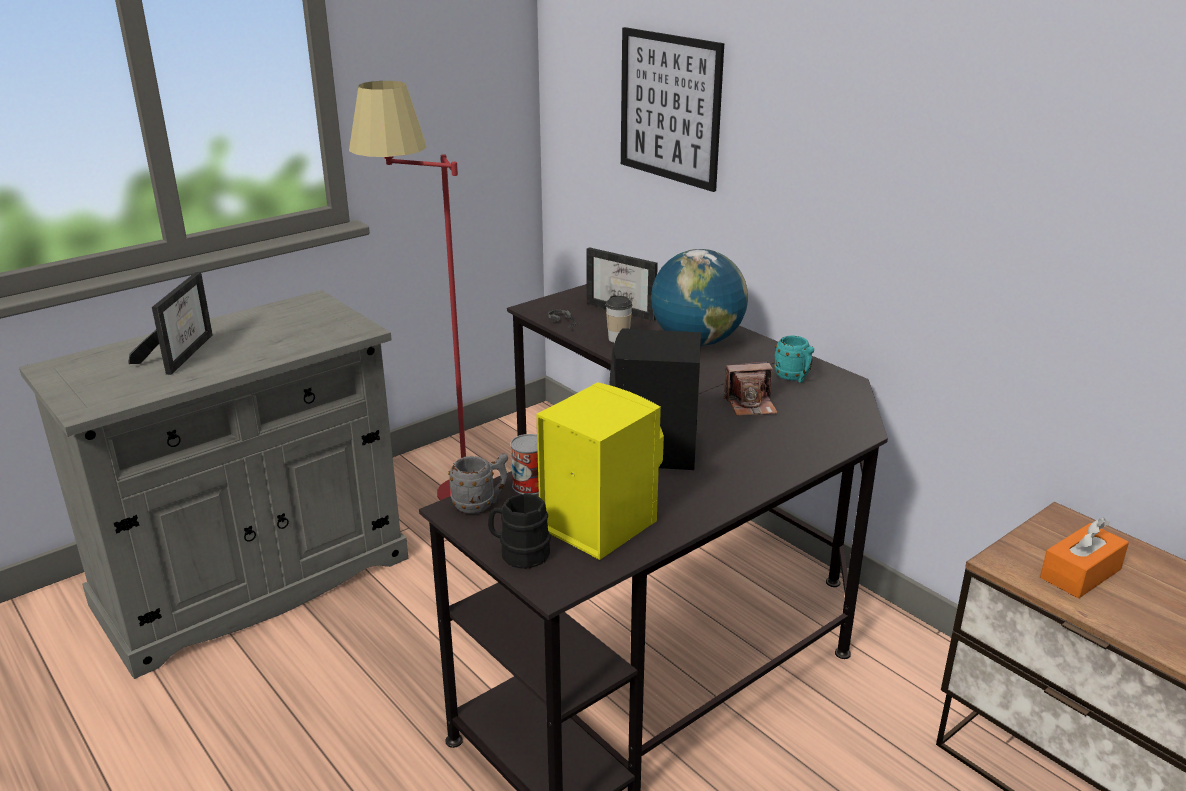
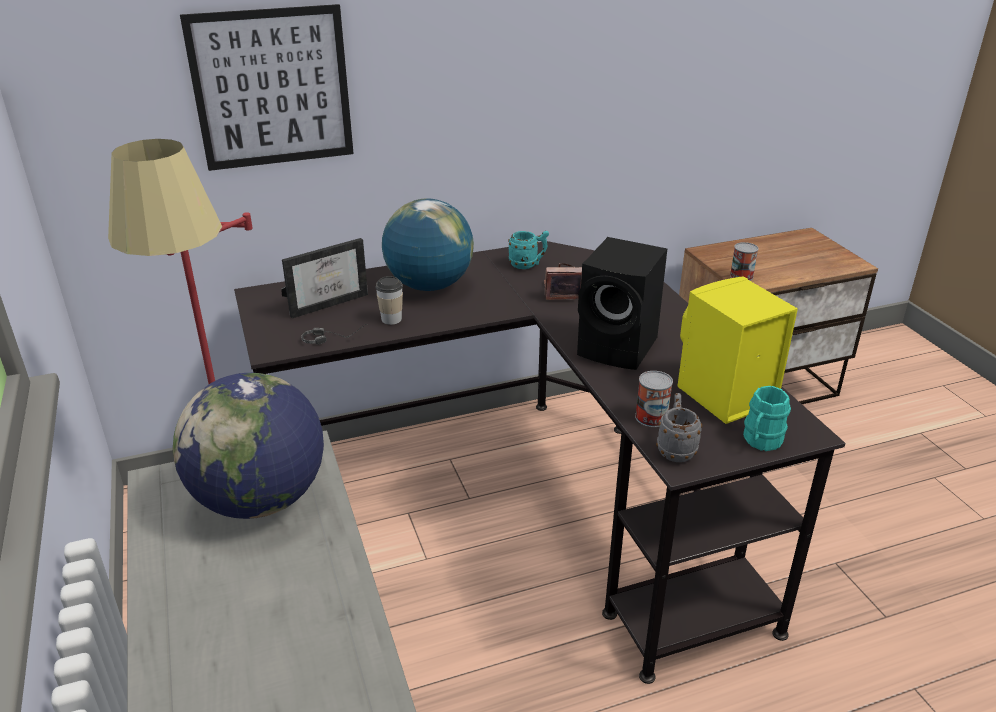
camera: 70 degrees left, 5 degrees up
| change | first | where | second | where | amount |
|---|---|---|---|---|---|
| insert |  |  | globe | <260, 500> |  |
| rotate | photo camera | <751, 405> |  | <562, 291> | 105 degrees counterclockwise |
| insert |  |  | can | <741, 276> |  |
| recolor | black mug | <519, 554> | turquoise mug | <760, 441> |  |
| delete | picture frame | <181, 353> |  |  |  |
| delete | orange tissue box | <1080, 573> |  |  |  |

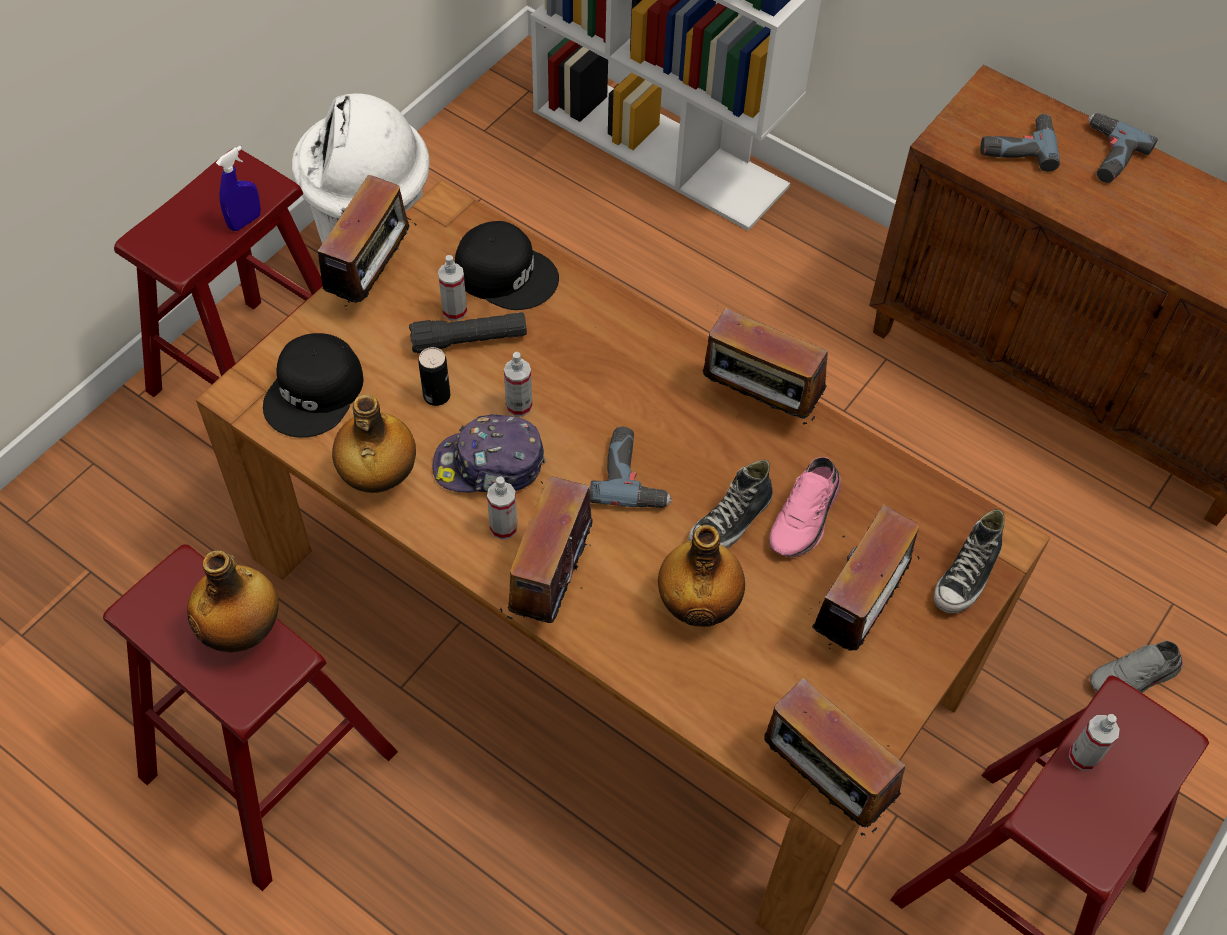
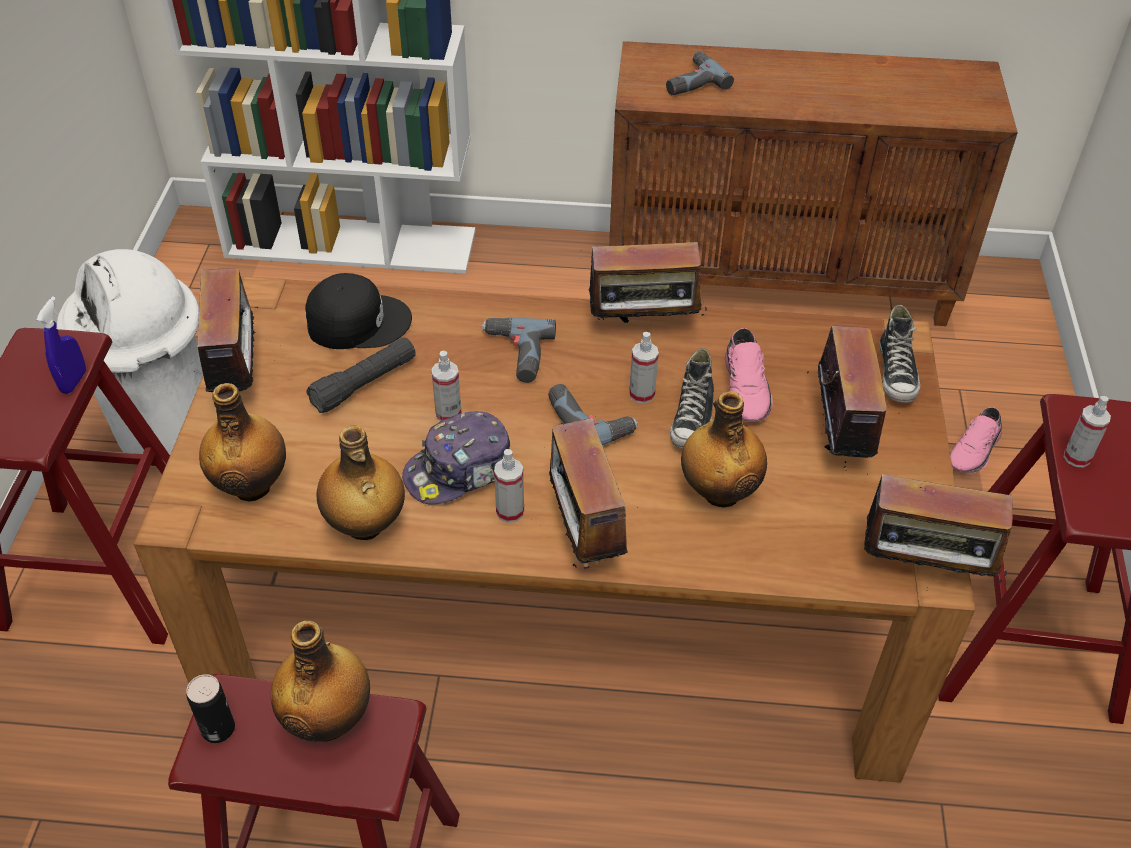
camera: 30 degrees left, 10 degrees down
| change | first | where | second | where | amount |
|---|---|---|---|---|---|
| move | can | <436, 395> |  | <218, 729> |  |
| replace | black cap | <315, 392> | bottle | <252, 485> |  |
| move | power drill | <1106, 154> |  | <515, 355> |  |
| move | spray bottle | <454, 311> |  | <642, 394> |  |
| recolor | grey shoe | <1134, 678> | pink shoe | <975, 451> |  |

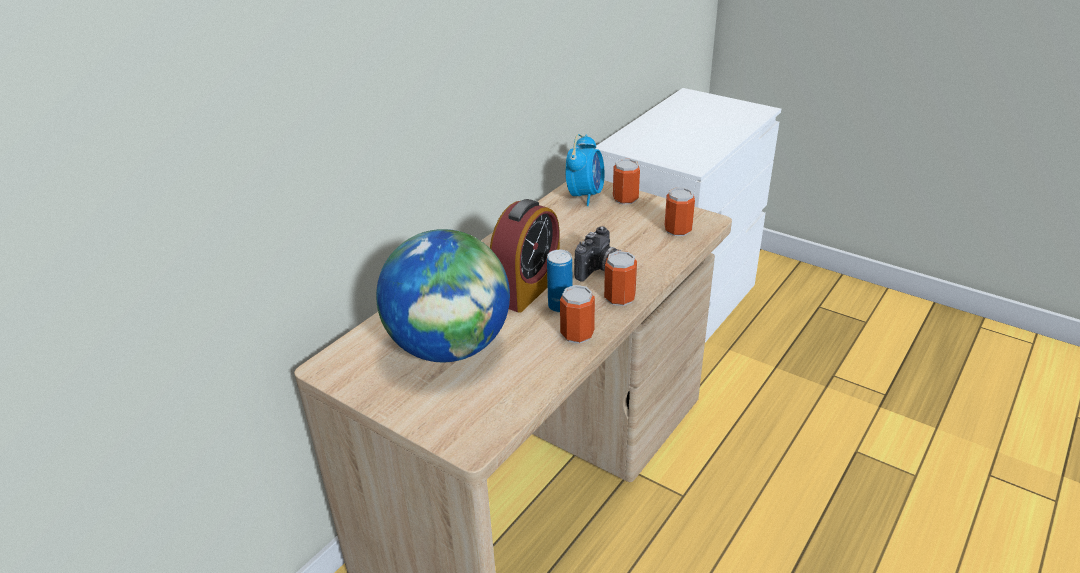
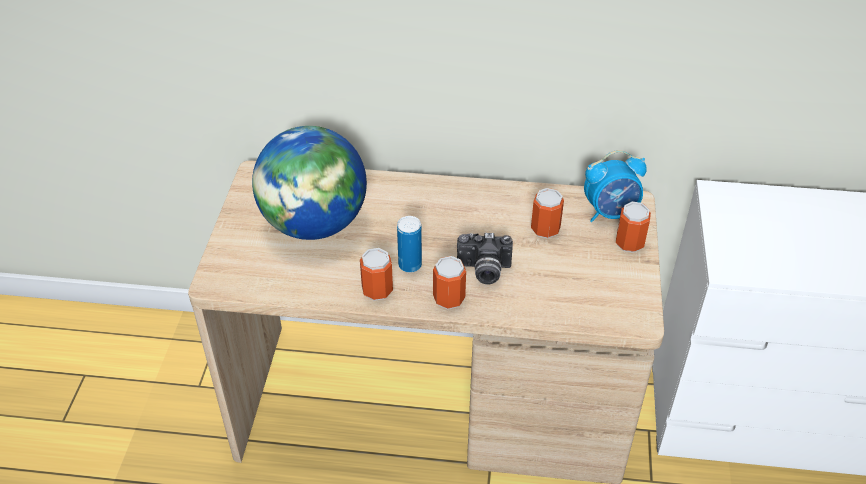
camera: 60 degrees right, 10 degrees up
| change | first | where | second | where | amount |
|---|---|---|---|---|---|
| move | can | <678, 230> |  | <545, 229> |  |
| delete | alarm clock | <527, 288> |  |  |  |

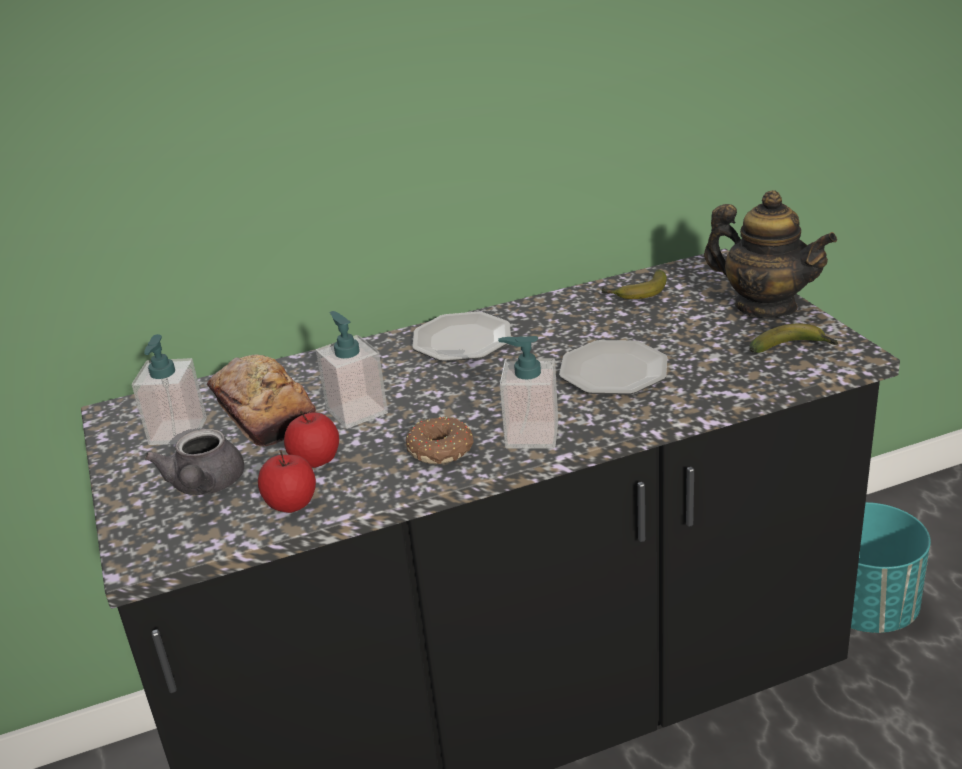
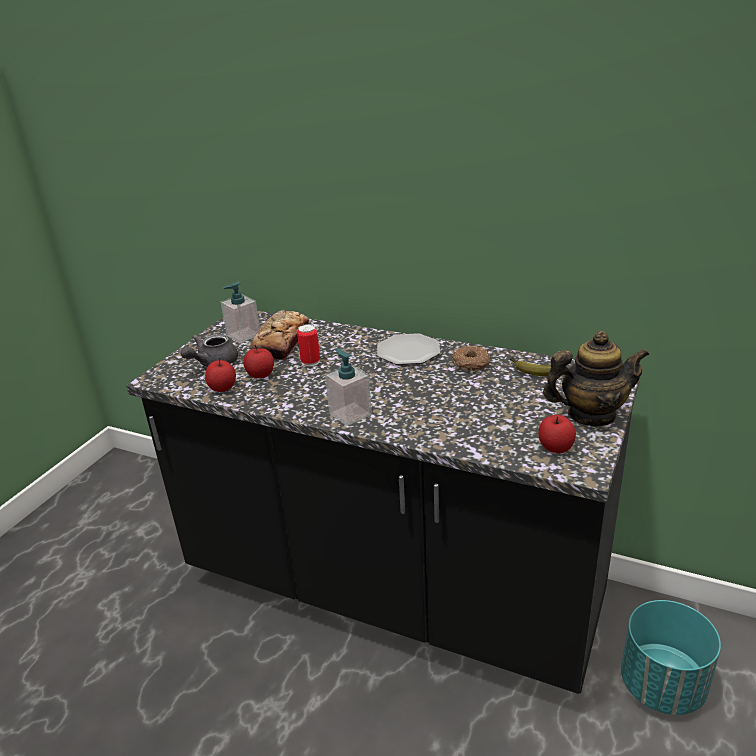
camera: 45 degrees right, 0 degrees up
| change | first | where | second | where | amount |
|---|---|---|---|---|---|
| replace | soap dispenser | <356, 411> | can | <310, 362> |  |
| move | donut | <441, 450> |  | <471, 364> |  |
| replace | banana | <793, 349> | apple | <555, 447> |  |
| rotate | teapot | <765, 306> |  | <591, 415> | 90 degrees counterclockwise |
| delete | plate | <612, 371> |  |  |  |

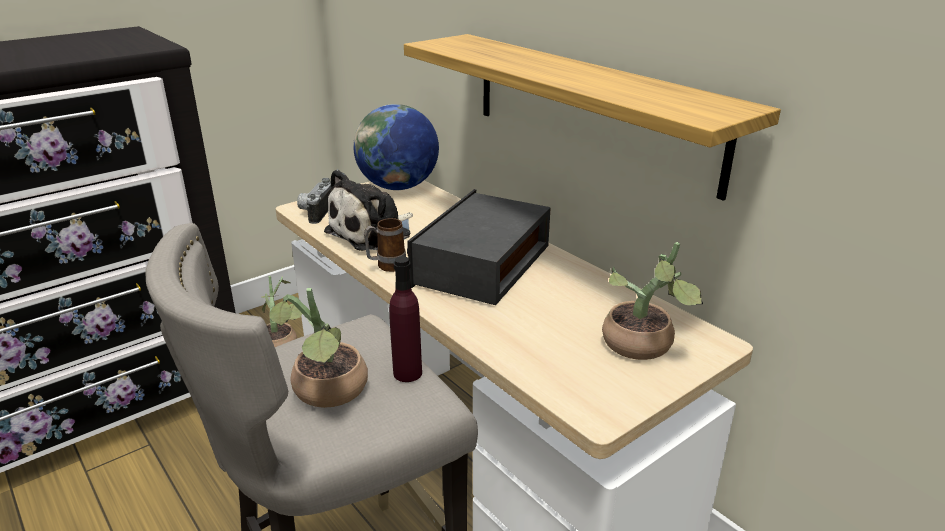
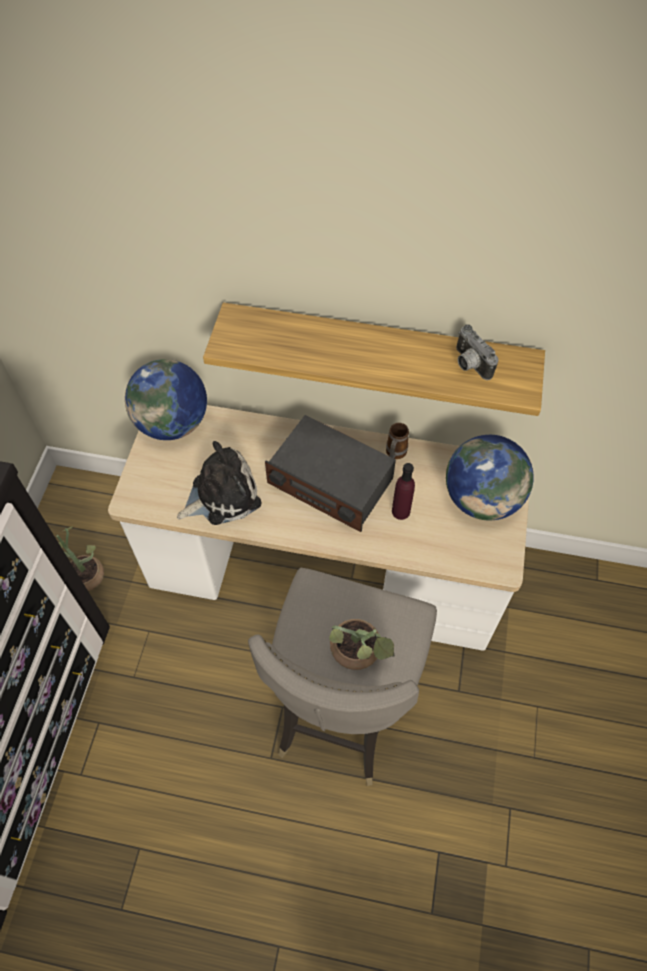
camera: 40 degrees left, 30 degrees up
| change | first | where | second | where | amount |
|---|---|---|---|---|---|
| rotate | plush toy | <373, 233> |  | <221, 495> | 120 degrees counterclockwise |
| rotate | radio | <481, 265> |  | <330, 482> | 45 degrees counterclockwise |
| move | mug | <386, 267> |  | <394, 454> |  |
| move | purple bottle | <407, 373> |  | <400, 511> |  |
| replace | potted plant | <642, 348> | globe | <482, 499> |  |
| move | photo camera | <315, 213> |  | <469, 364> |  |

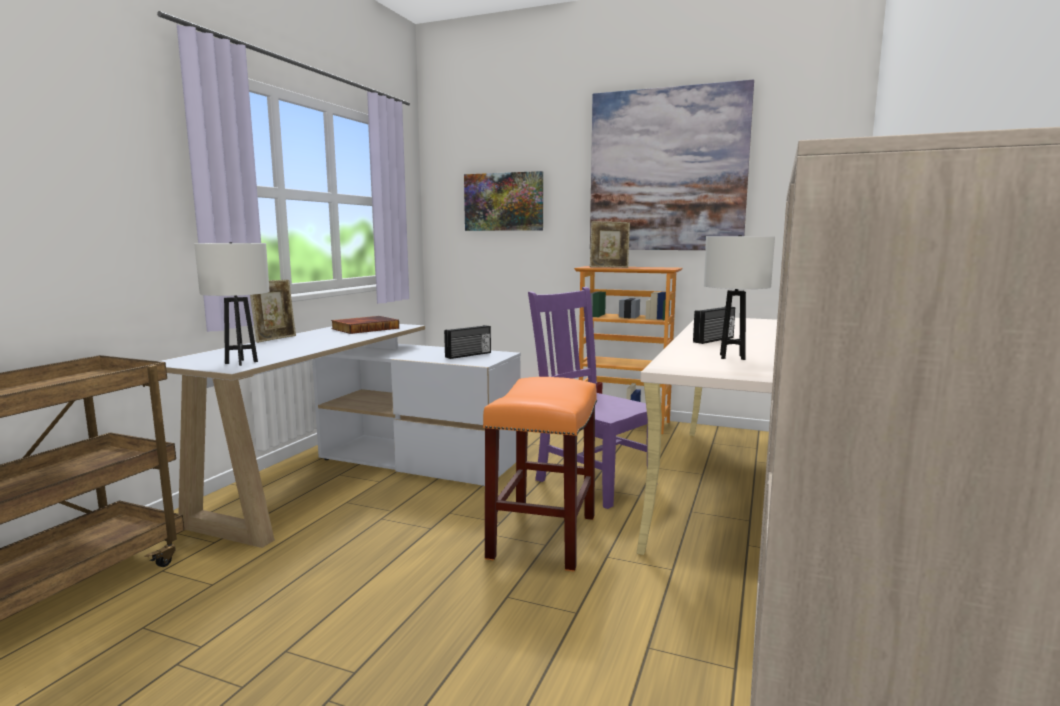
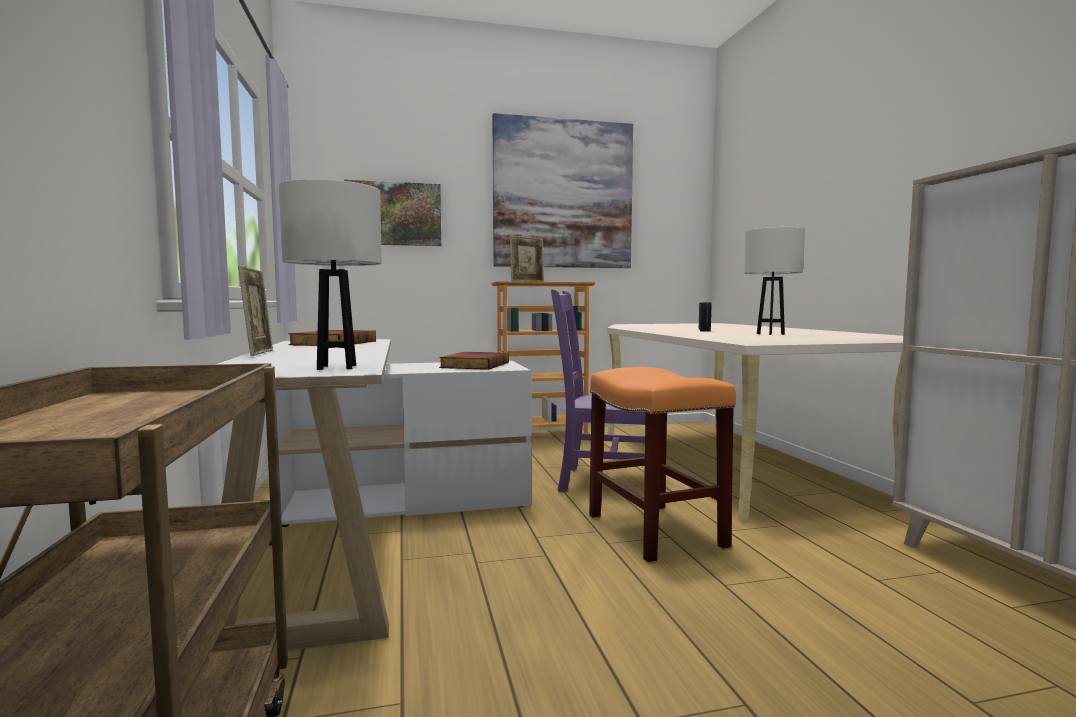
camera: 35 degrees left, 5 degrees down
| change | first | where | second | where | amount |
|---|---|---|---|---|---|
| replace | radio | <469, 355> | book | <474, 365> |  |

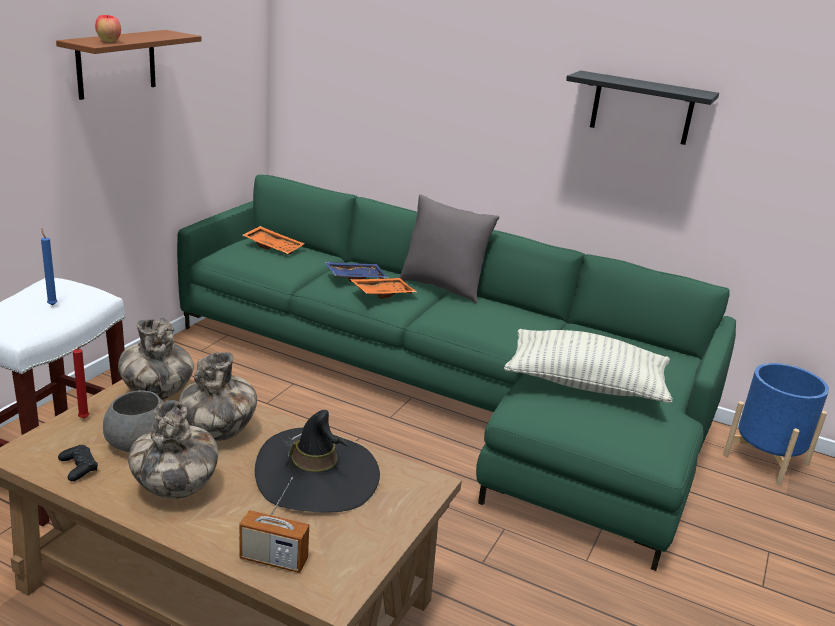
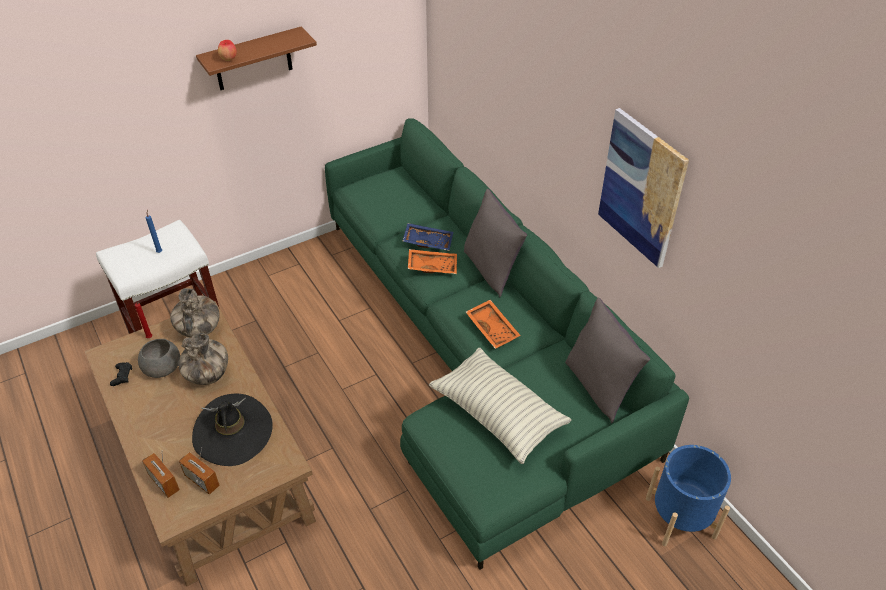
camera: 35 degrees right, 20 degrees up
| change | first | where | second | where | amount |
|---|---|---|---|---|---|
| insert |  |  | radio | <202, 480> |  |
| move | orange tray | <274, 247> |  | <493, 328> |  |
| insert |  |  | grey pillow | <599, 386> |  |
| replace | black shelf | <642, 108> | picture | <641, 188> |  |
| delete | vase | <176, 489> |  |  |  |

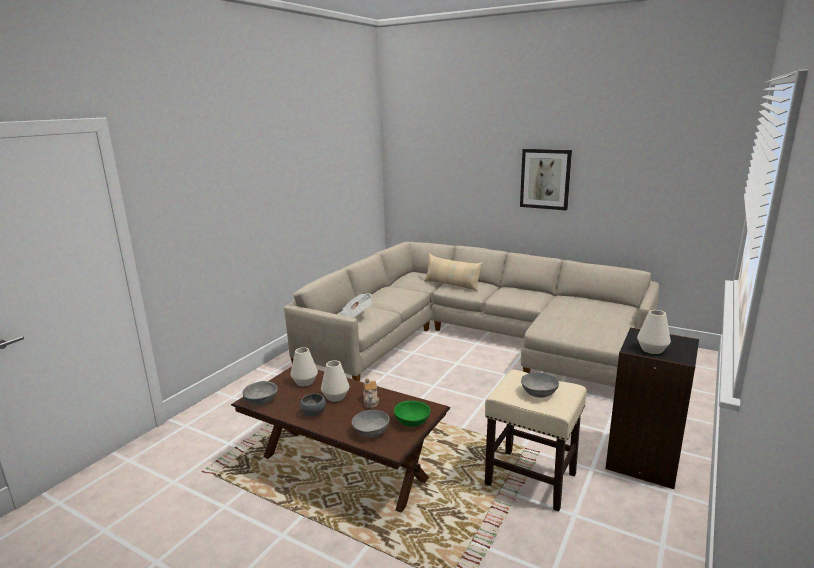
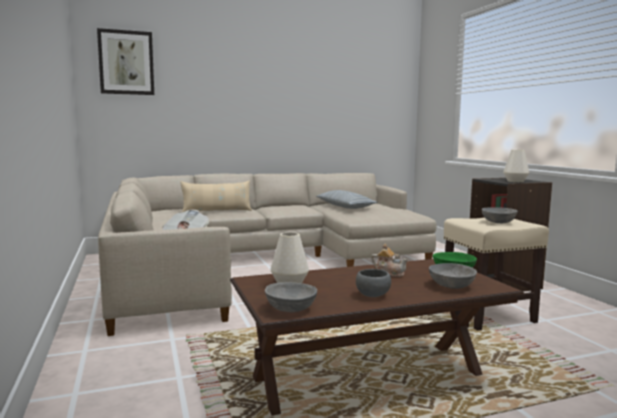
camera: 50 degrees left, 10 degrees down
| change | first | where | second | where | amount |
|---|---|---|---|---|---|
| move | picture | <545, 179> |  | <126, 62> |  |
| insert |  |  | pillow | <345, 206> |  |
| delete | white vase | <335, 397> |  |  |  |

